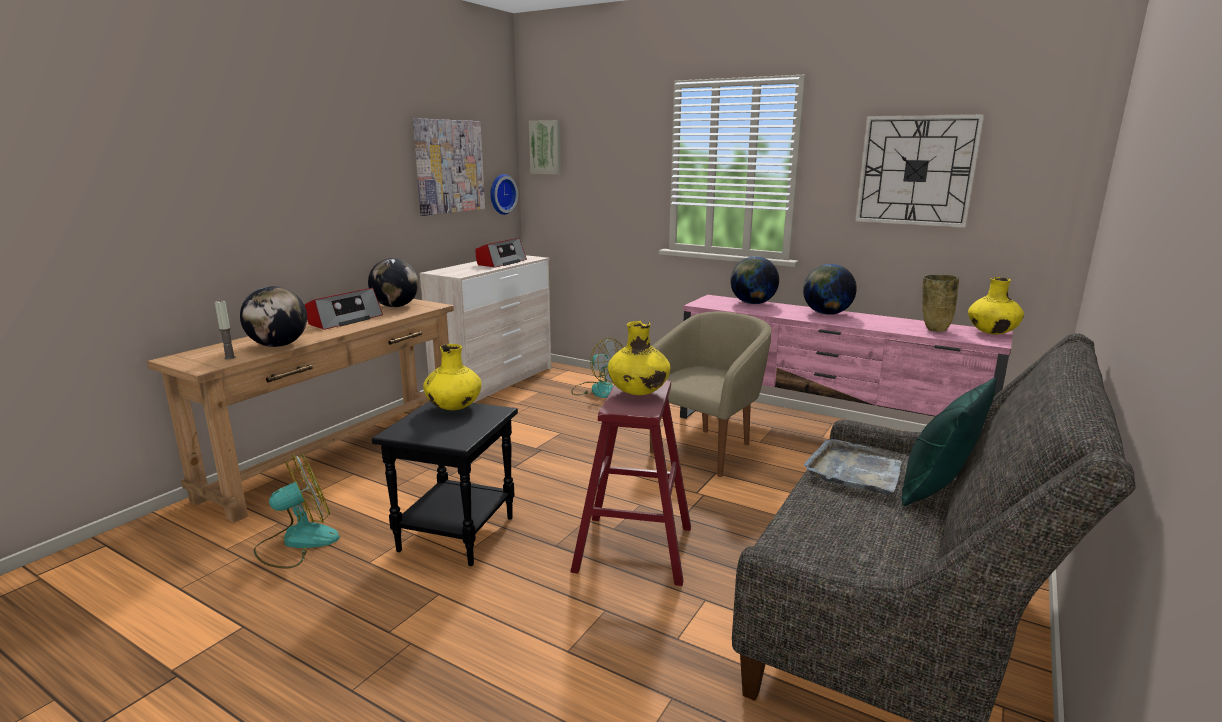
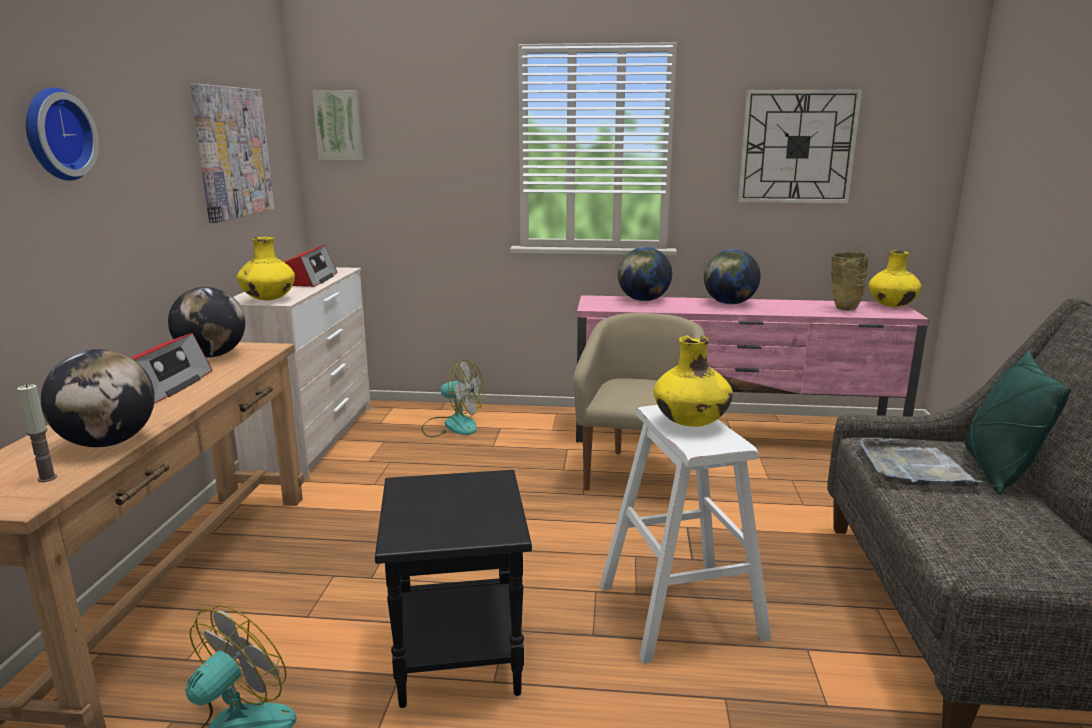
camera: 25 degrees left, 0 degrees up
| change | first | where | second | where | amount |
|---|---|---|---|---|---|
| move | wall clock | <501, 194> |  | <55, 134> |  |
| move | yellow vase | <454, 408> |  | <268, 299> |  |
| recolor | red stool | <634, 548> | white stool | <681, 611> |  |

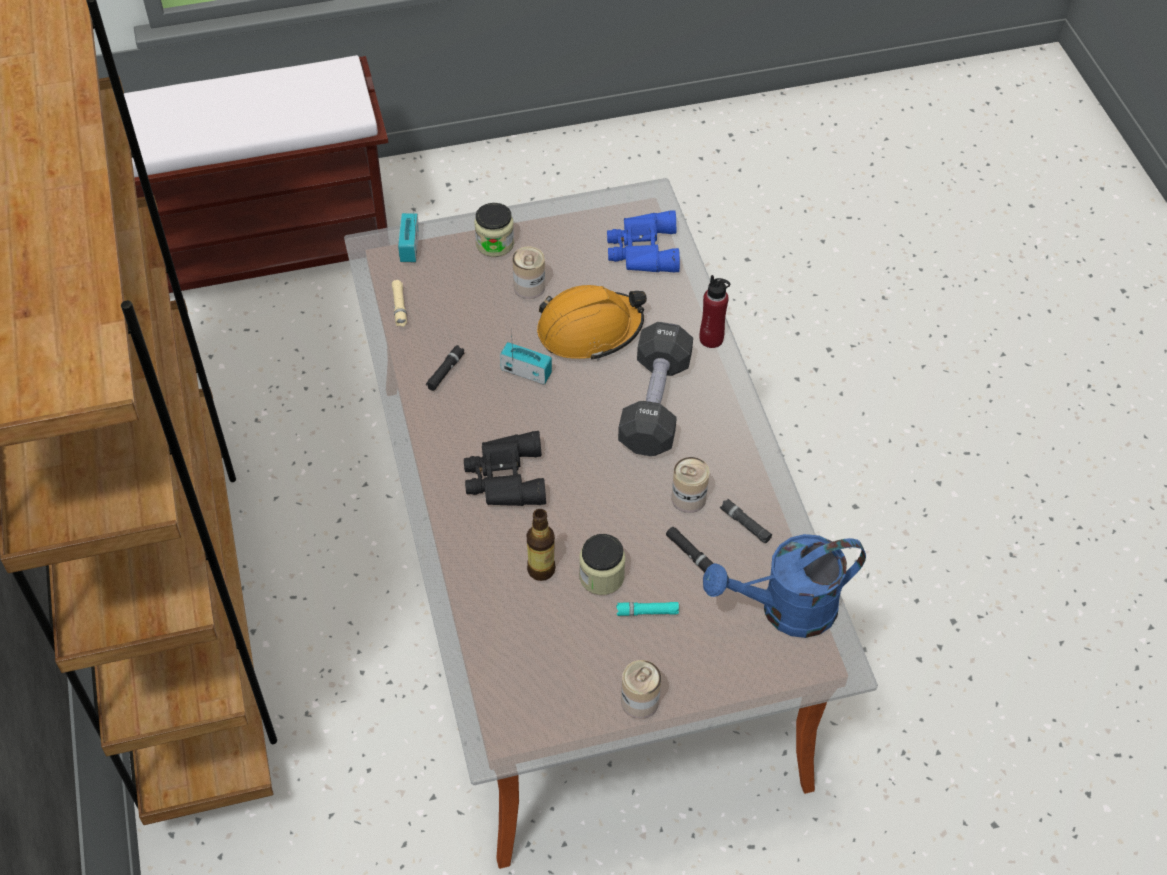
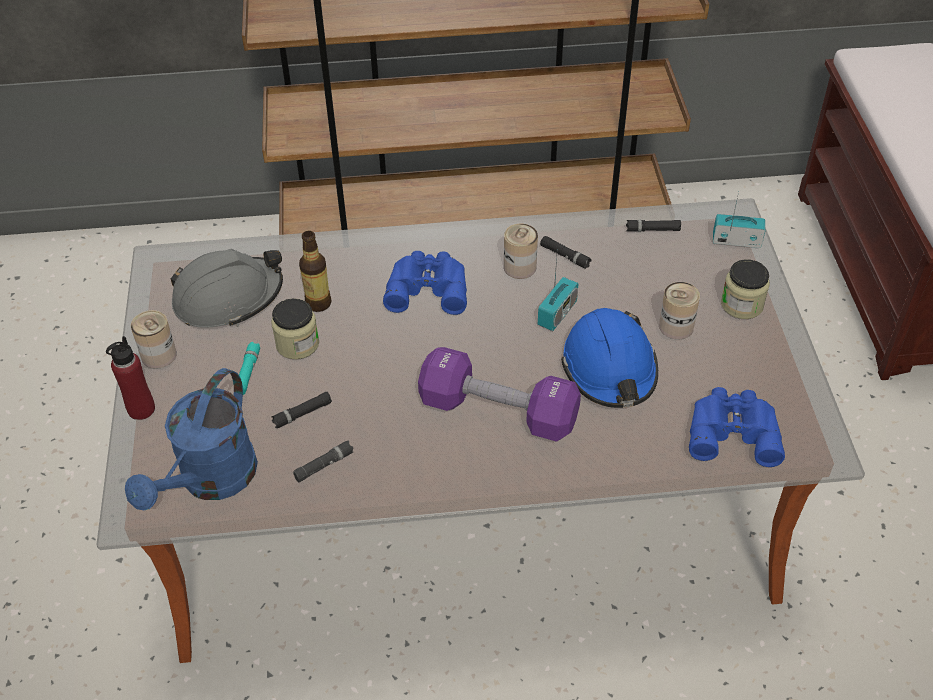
camera: 100 degrees right, 5 degrees down
| change | first | where | second | where | amount |
|---|---|---|---|---|---|
| move | red bottle | <711, 339> |  | <141, 409> |  |
| rotate | blue watering can | <785, 610> |  | <211, 481> | 150 degrees counterclockwise |
| insert |  |  | grey hard hat | <228, 298> |  |
| recolor | black binoculars | <504, 478> | blue binoculars | <427, 287> |  |
| recolor | black dumbbell | <655, 404> | purple dumbbell | <498, 411> |  |
| move | can | <688, 498> |  | <520, 267> |  |
| recolor | orange hard hat | <589, 330> | blue hard hat | <610, 369> |  |
| recolor | beige flashlight | <399, 307> | black flashlight | <652, 230> |  |

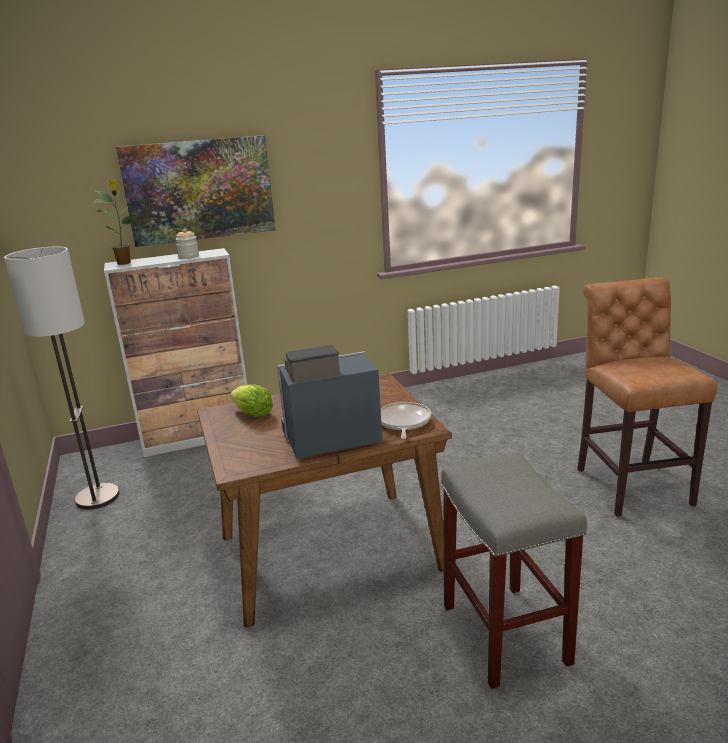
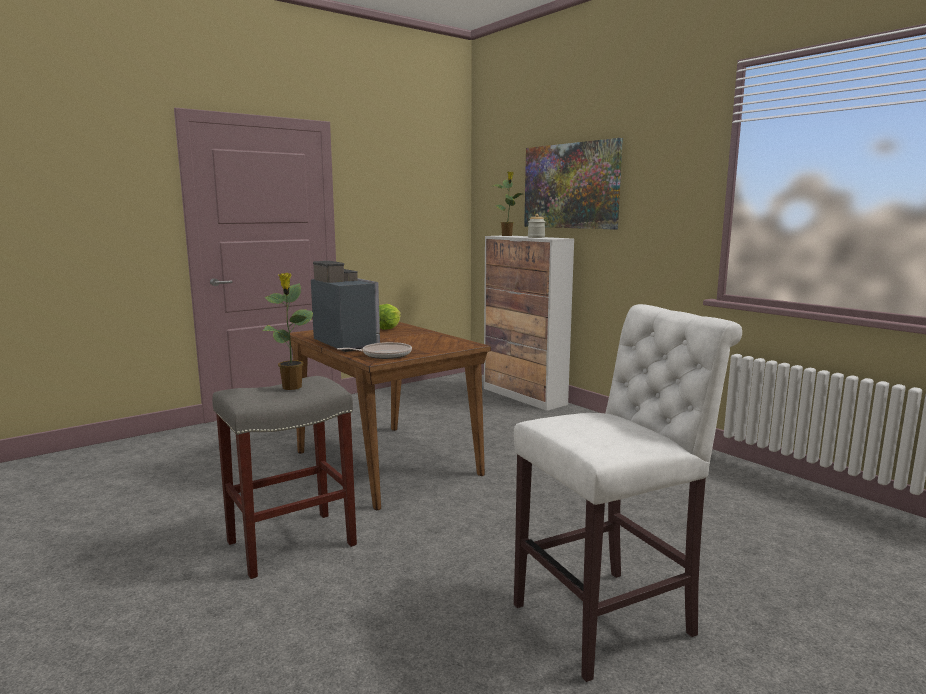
camera: 70 degrees right, 10 degrees down
| change | first | where | second | where | amount |
|---|---|---|---|---|---|
| insert |  |  | potted plant | <292, 387> |  |
| recolor | brown stool | <630, 483> | white stool | <611, 618> |  |
| delete | floor lamp | <97, 497> |  |  |  |

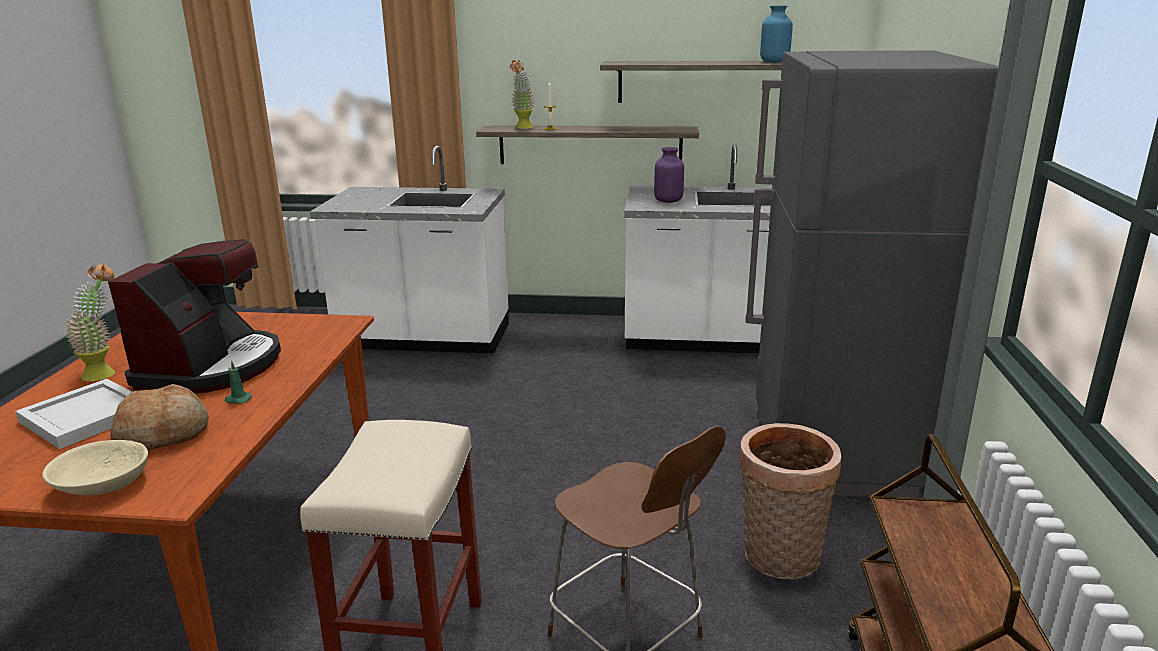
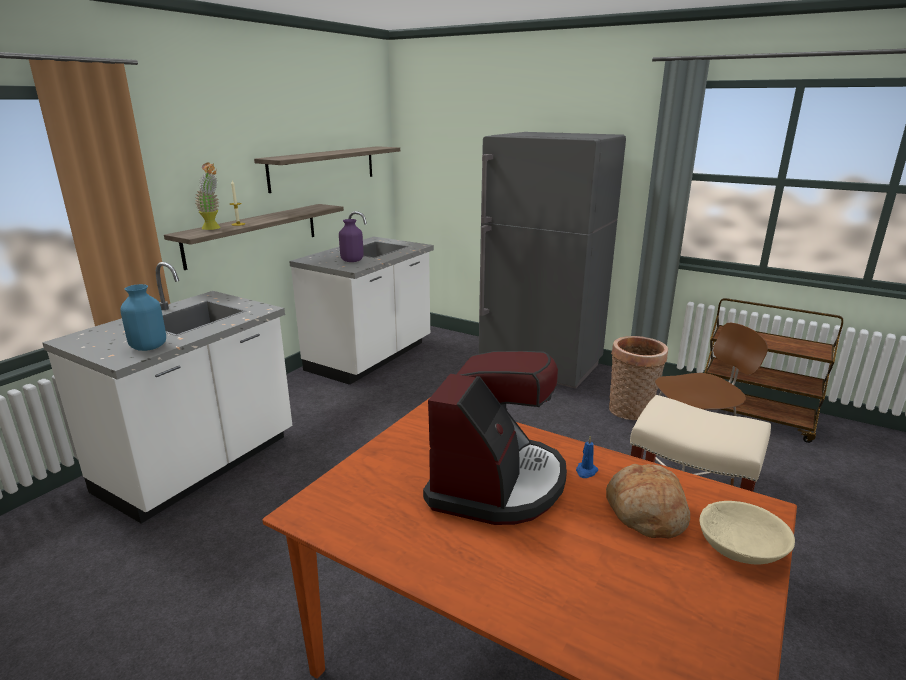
camera: 65 degrees left, 0 degrees up
| change | first | where | second | where | amount |
|---|---|---|---|---|---|
| move | blue vase | <774, 62> |  | <149, 346> |  |
| rotate | coffee machine | <212, 367> |  | <497, 482> | 75 degrees clockwise |
| recolor | green candle | <237, 400> | blue candle | <586, 471> |  |
| delete | white tray | <84, 417> |  |  |  |
| delete | potted plant | <106, 372> |  |  |  |

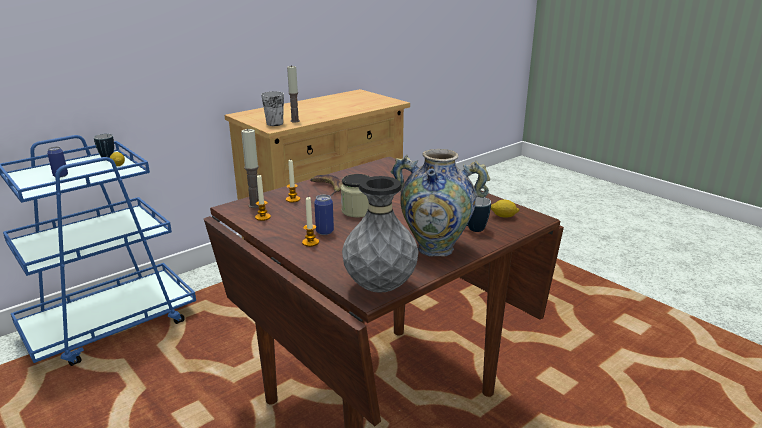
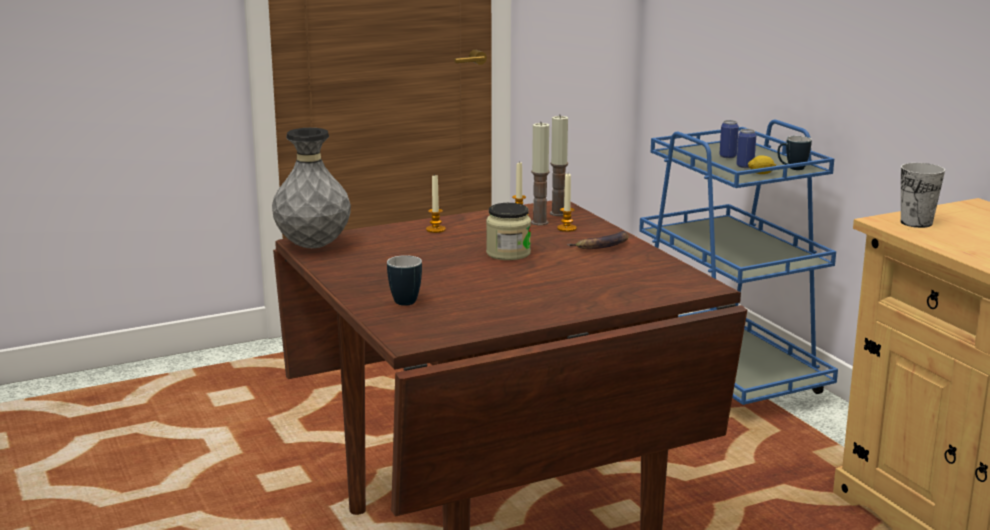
camera: 105 degrees right, 5 degrees down
| change | first | where | second | where | amount |
|---|---|---|---|---|---|
| move | candle | <295, 121> |  | <539, 222> |  |
| move | can | <324, 231> |  | <745, 166> |  |
| delete | vase | <435, 248> |  |  |  |
| delete | lemon | <504, 216> |  |  |  |

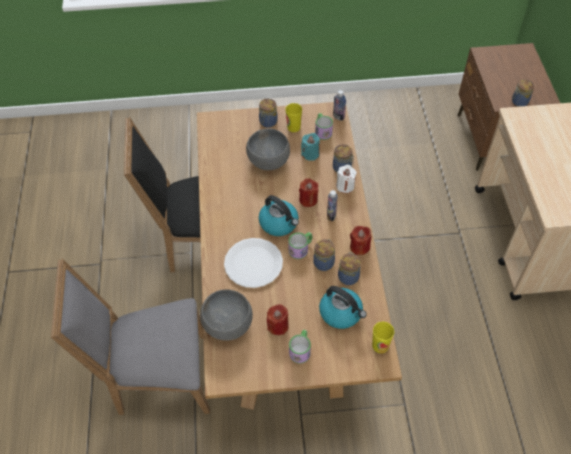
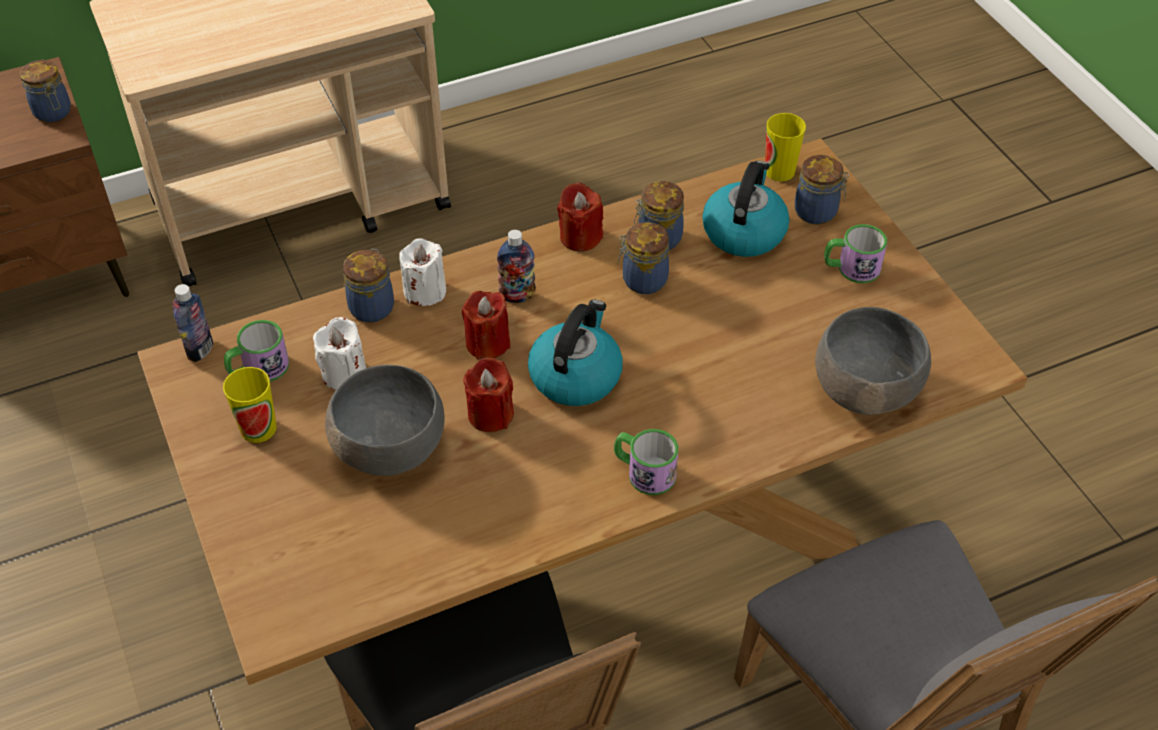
camera: 110 degrees left, 5 degrees down
| change | first | where | second | where | amount |
|---|---|---|---|---|---|
| recolor | turquoise candle | <310, 154> | white candle | <344, 373> |  |
| move | red candle | <278, 326> |  | <490, 414> |  |
| move | mug | <301, 249> |  | <644, 472> |  |
| move | jar | <268, 122> |  | <817, 212> |  |
| delete | white plate | <253, 263> |  |  |  |

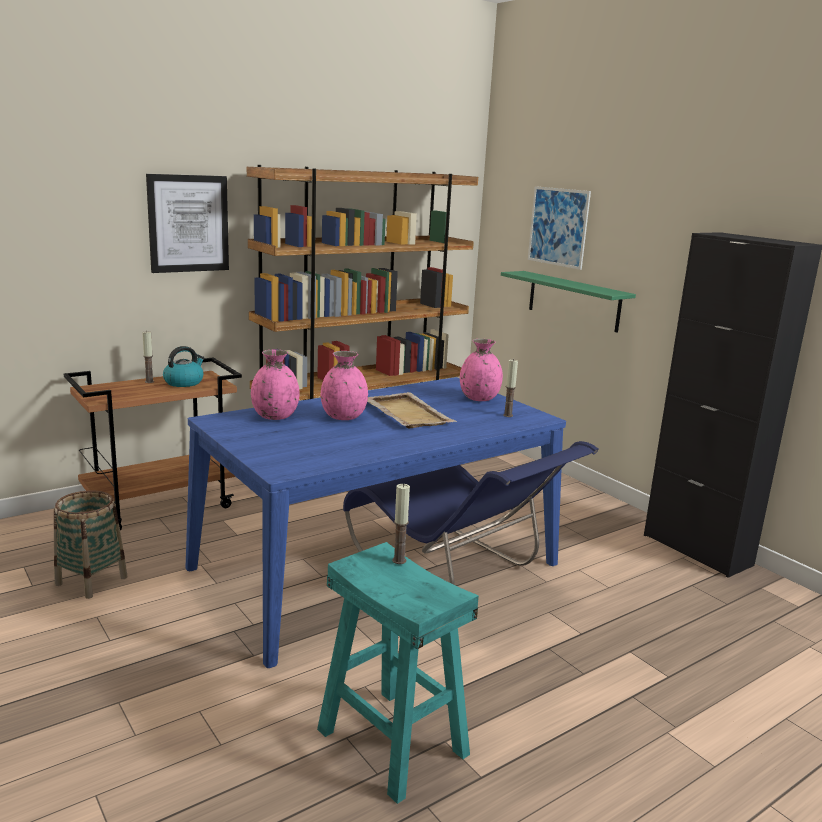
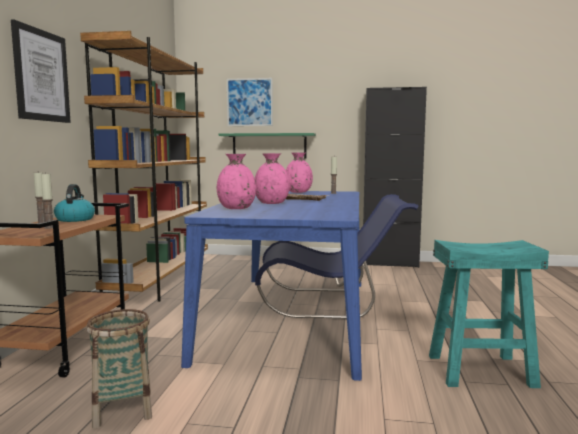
camera: 45 degrees left, 10 degrees down
| change | first | where | second | where | amount |
|---|---|---|---|---|---|
| move | candle | <399, 560> |  | <49, 227> |  |

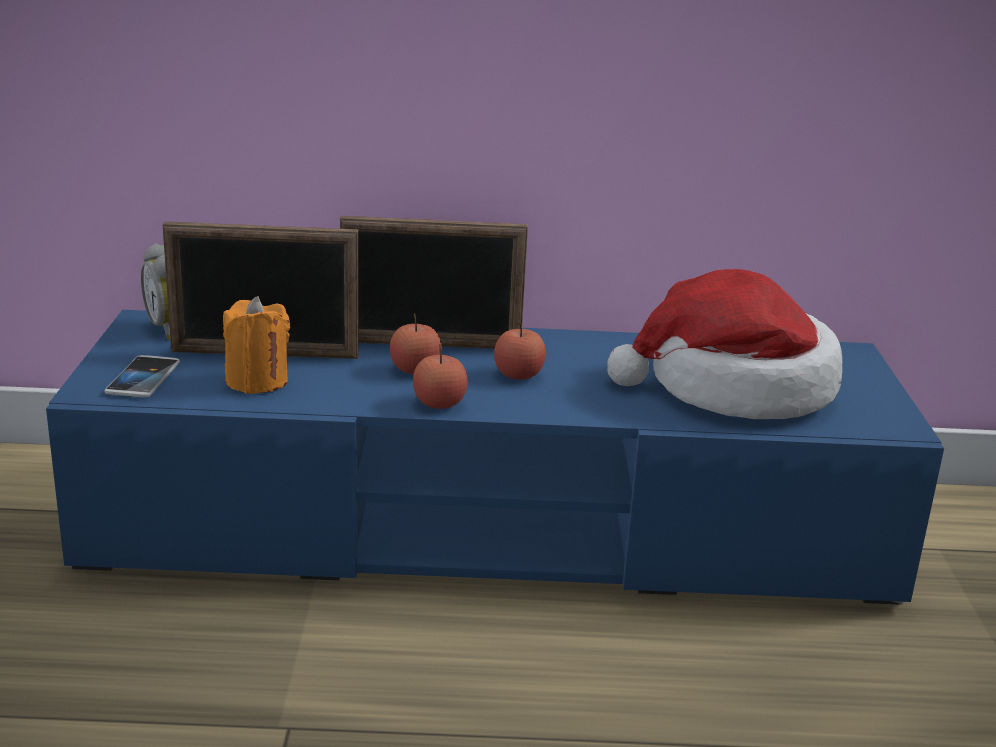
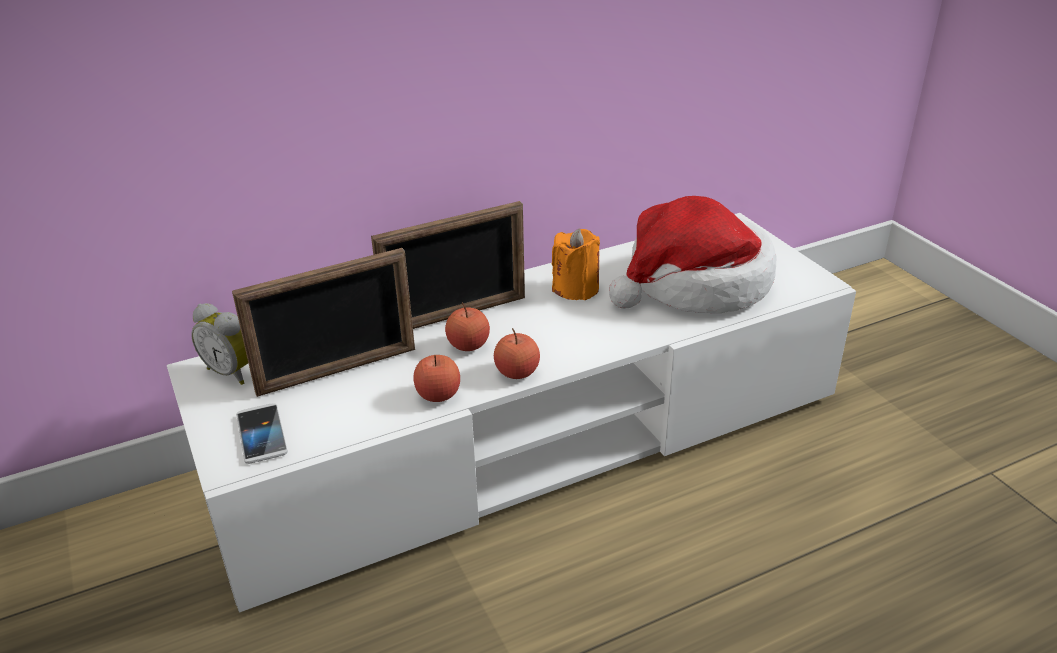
camera: 25 degrees left, 10 degrees up
| change | first | where | second | where | amount |
|---|---|---|---|---|---|
| recolor | blue tv stand | <490, 528> | white tv stand | <530, 438> |  |
| move | apple | <518, 375> |  | <438, 395> |  |
| move | orange candle | <257, 381> |  | <576, 289> |  |

